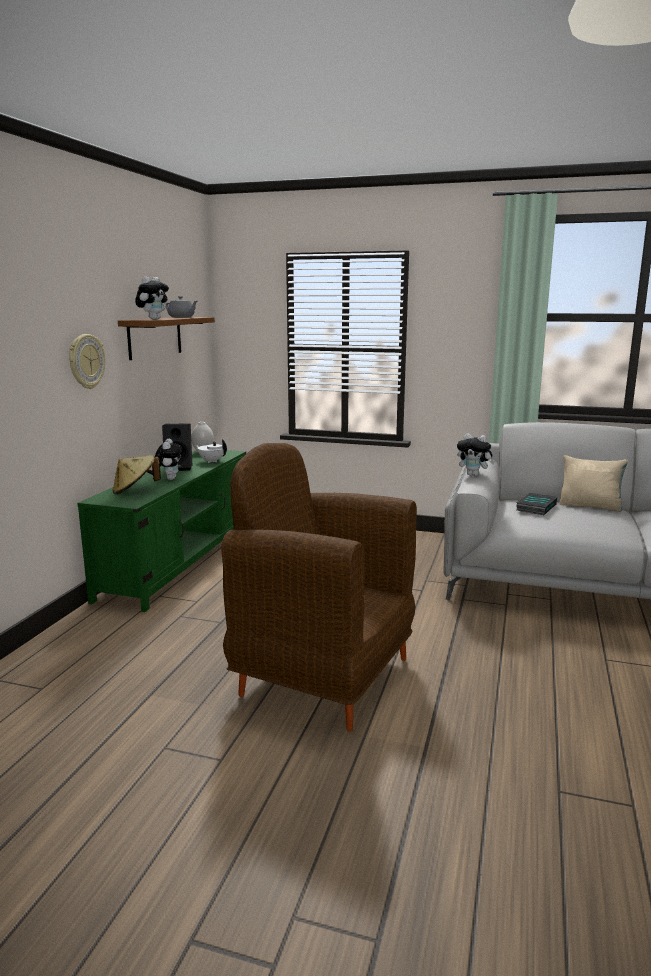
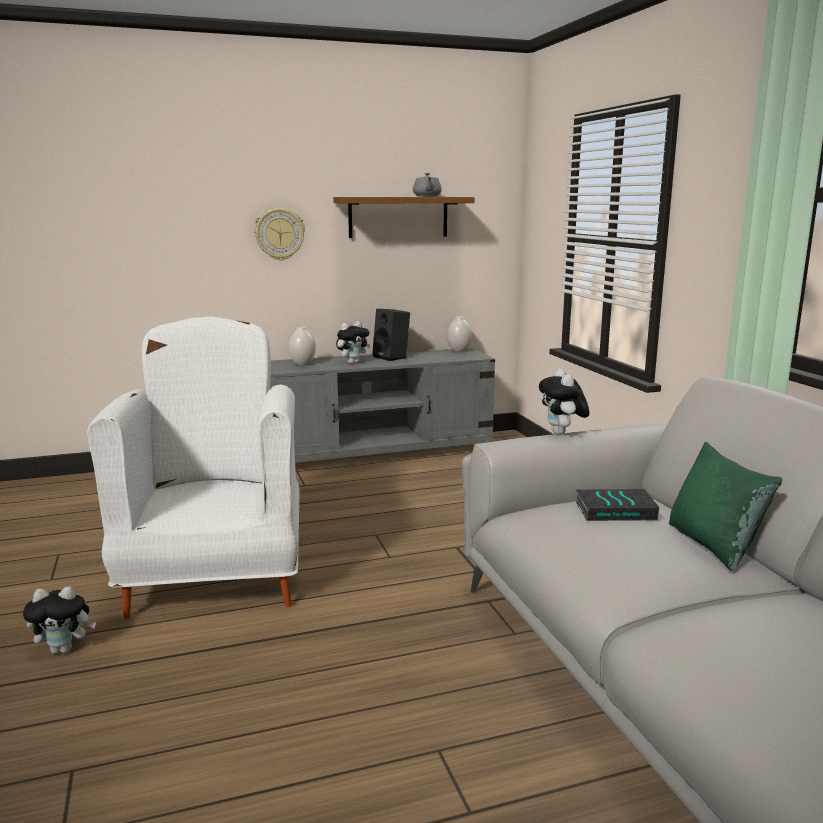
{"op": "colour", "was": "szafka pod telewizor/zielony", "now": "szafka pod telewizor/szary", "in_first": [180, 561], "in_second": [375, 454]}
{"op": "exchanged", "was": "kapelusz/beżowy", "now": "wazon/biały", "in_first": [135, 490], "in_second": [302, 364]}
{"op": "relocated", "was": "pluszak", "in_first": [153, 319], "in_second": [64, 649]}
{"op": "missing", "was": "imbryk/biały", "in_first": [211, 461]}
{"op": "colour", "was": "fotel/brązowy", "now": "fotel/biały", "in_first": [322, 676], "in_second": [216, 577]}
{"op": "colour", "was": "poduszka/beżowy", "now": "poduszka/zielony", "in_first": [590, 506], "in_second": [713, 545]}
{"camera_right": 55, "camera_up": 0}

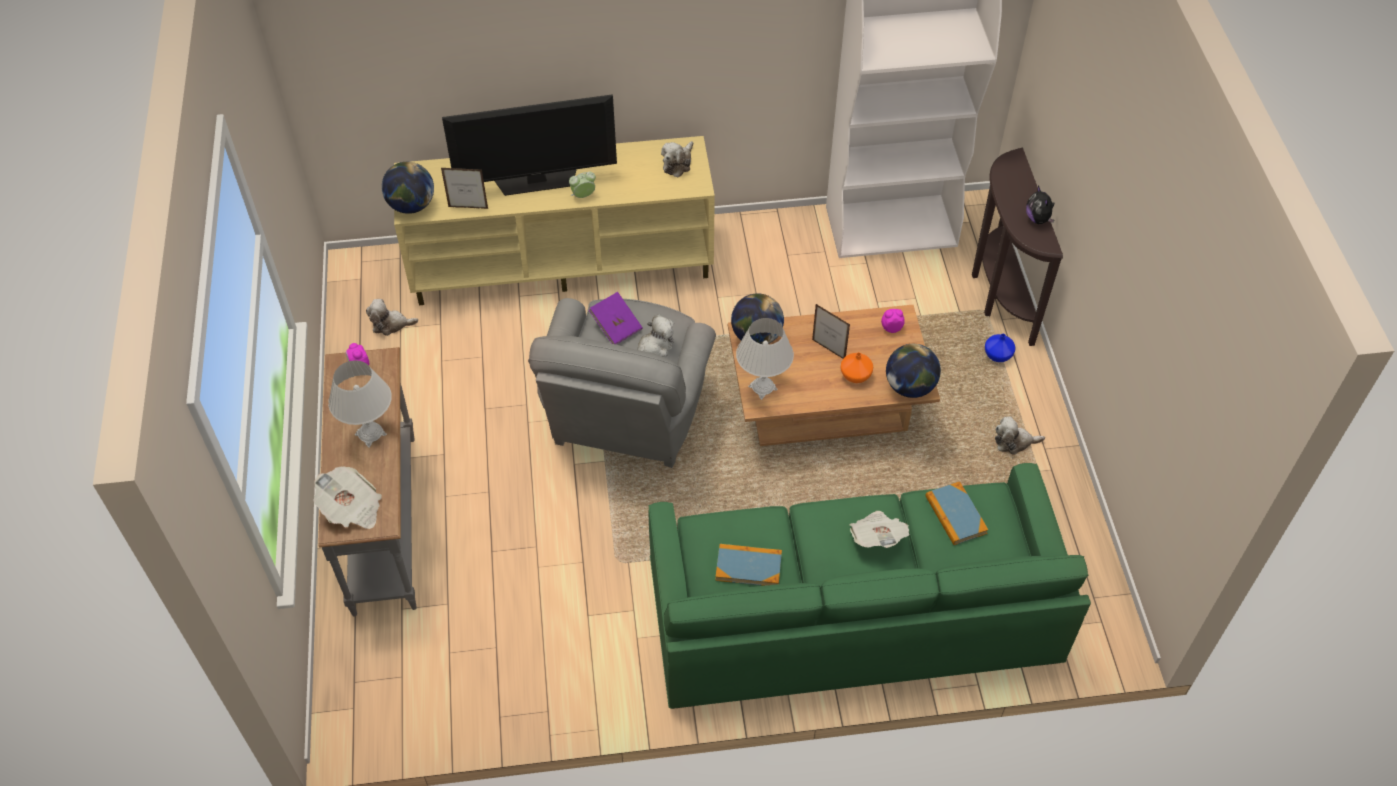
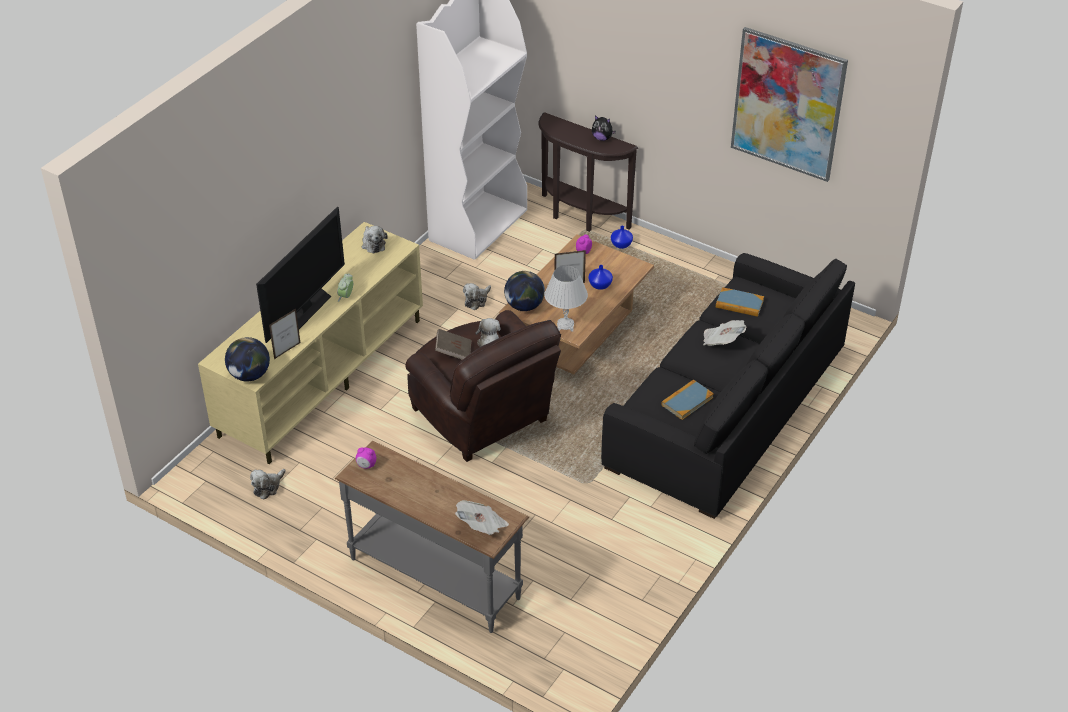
{"op": "missing", "was": "lampa stołowa/biały", "in_first": [370, 434]}
{"op": "colour", "was": "fotel/szary", "now": "fotel/brązowy", "in_first": [627, 417], "in_second": [484, 418]}
{"op": "colour", "was": "książka/fioletowy", "now": "książka/brązowy", "in_first": [616, 326], "in_second": [453, 352]}
{"op": "colour", "was": "kanapa/zielony", "now": "kanapa/czarny", "in_first": [851, 610], "in_second": [726, 406]}
{"op": "colour", "was": "wazon/pomarańczowy", "now": "wazon/niebieski", "in_first": [856, 376], "in_second": [600, 285]}
{"op": "missing", "was": "globus", "in_first": [910, 387]}
{"op": "relocated", "was": "pluszak", "in_first": [1014, 442], "in_second": [476, 300]}
{"op": "appeared", "now": "obraz", "in_second": [787, 104]}
{"camera_right": -50, "camera_up": -10}

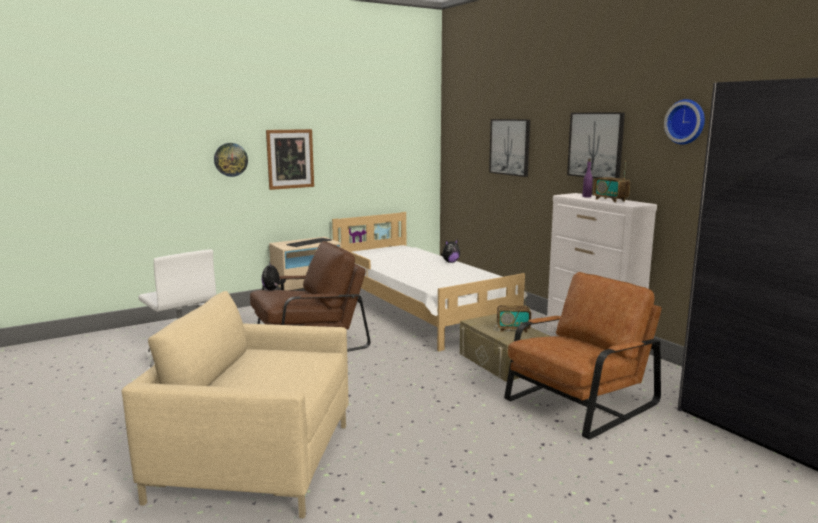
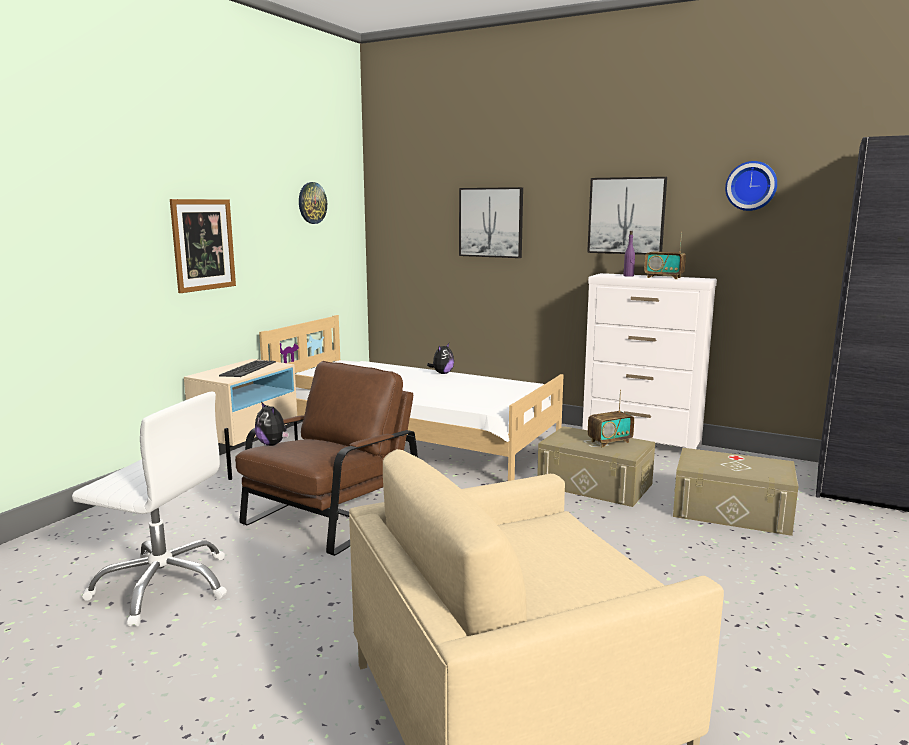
{"op": "relocated", "was": "zegar ścienny", "in_first": [230, 159], "in_second": [312, 203]}
{"op": "exchanged", "was": "fotel/brązowy", "now": "pojemnik do przechowywania/beżowy", "in_first": [579, 402], "in_second": [731, 511]}
{"camera_right": -30, "camera_up": 0}

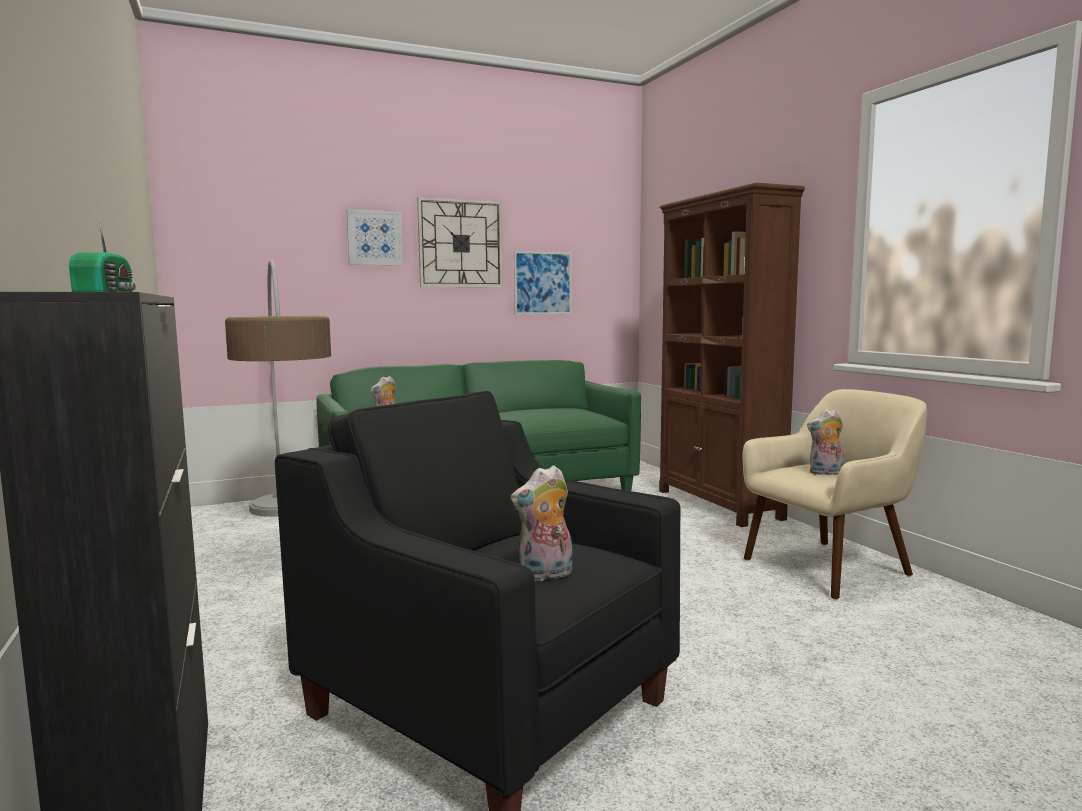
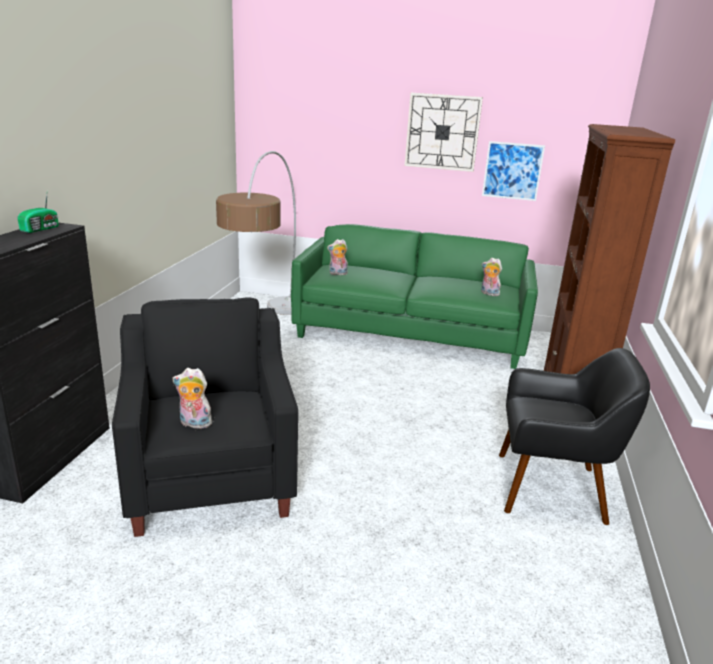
{"op": "missing", "was": "obraz", "in_first": [374, 238]}
{"op": "colour", "was": "fotel/beżowy", "now": "fotel/czarny", "in_first": [829, 567], "in_second": [552, 489]}
{"op": "relocated", "was": "pluszak", "in_first": [825, 473], "in_second": [489, 293]}
{"camera_right": 35, "camera_up": 15}

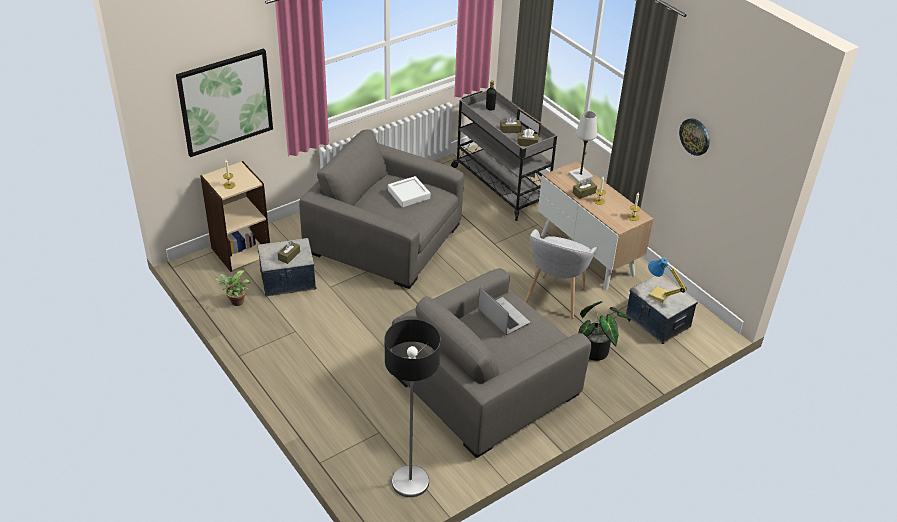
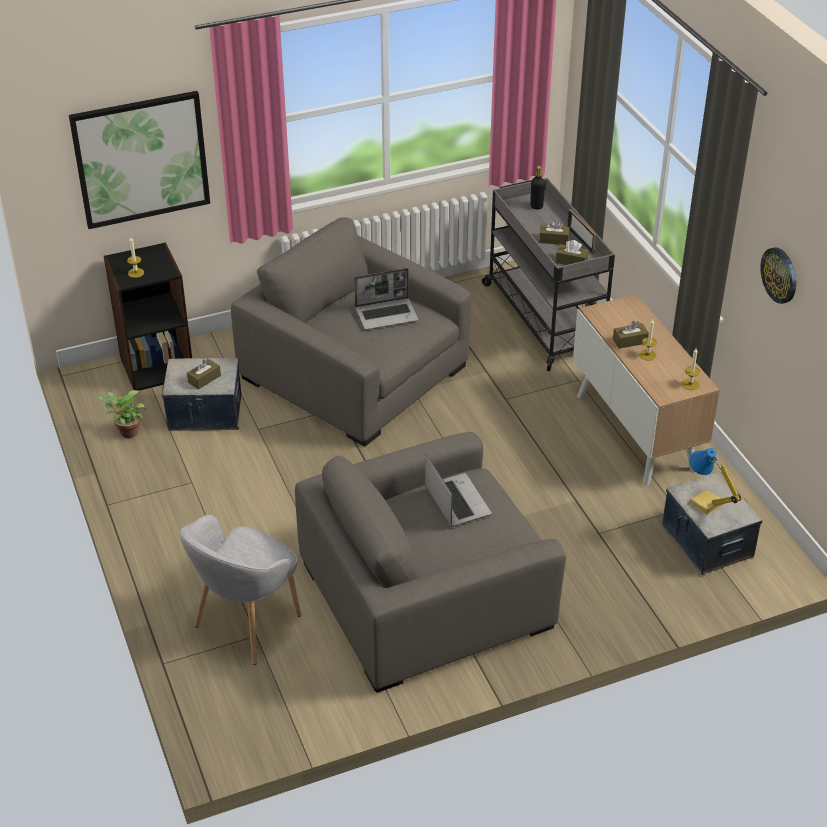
{"op": "colour", "was": "regał/beżowy", "now": "regał/czarny", "in_first": [241, 251], "in_second": [156, 366]}
{"op": "missing", "was": "lampa stojąca", "in_first": [410, 482]}
{"op": "exchanged", "was": "taca/biały", "now": "laptop", "in_first": [409, 194], "in_second": [387, 314]}
{"op": "relocated", "was": "fotel/szary", "in_first": [555, 298], "in_second": [246, 624]}
{"op": "missing", "was": "lampa stołowa/biały", "in_first": [580, 176]}
{"op": "missing", "was": "roślina doniczkowa", "in_first": [598, 351]}
{"camera_right": 15, "camera_up": 0}

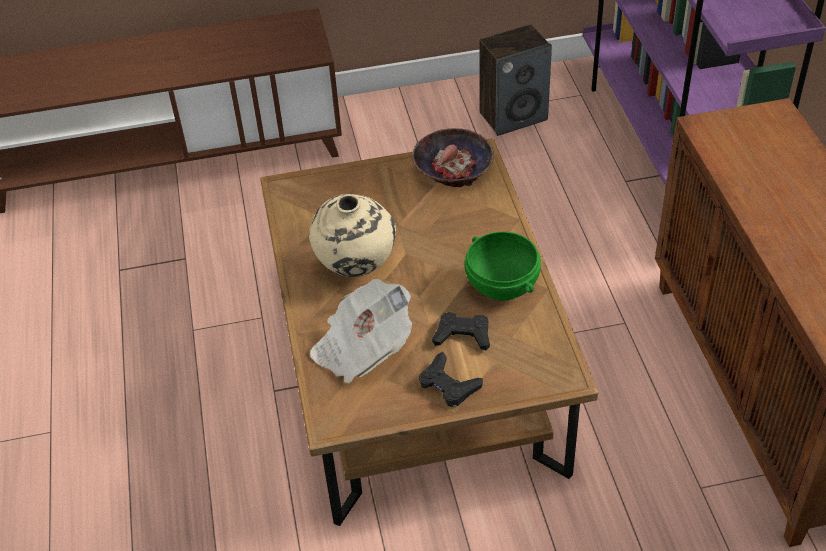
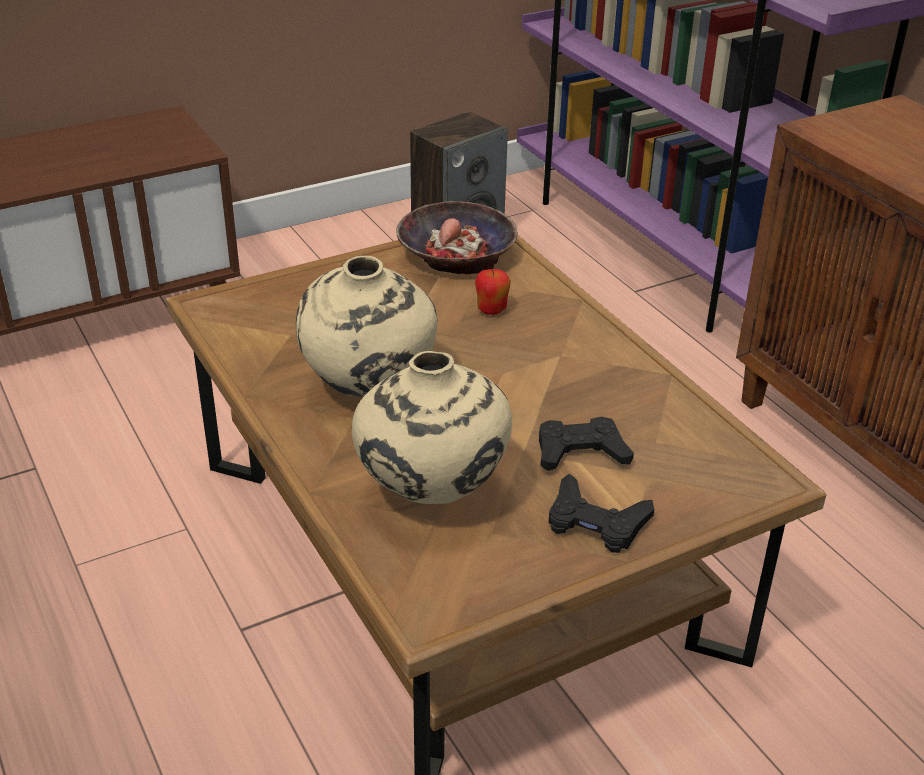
{"op": "exchanged", "was": "gazeta", "now": "wazon/beżowy", "in_first": [362, 348], "in_second": [431, 495]}
{"op": "missing", "was": "miska/zielony", "in_first": [503, 285]}
{"op": "appeared", "now": "jabłko", "in_second": [491, 310]}
{"camera_right": -20, "camera_up": -10}

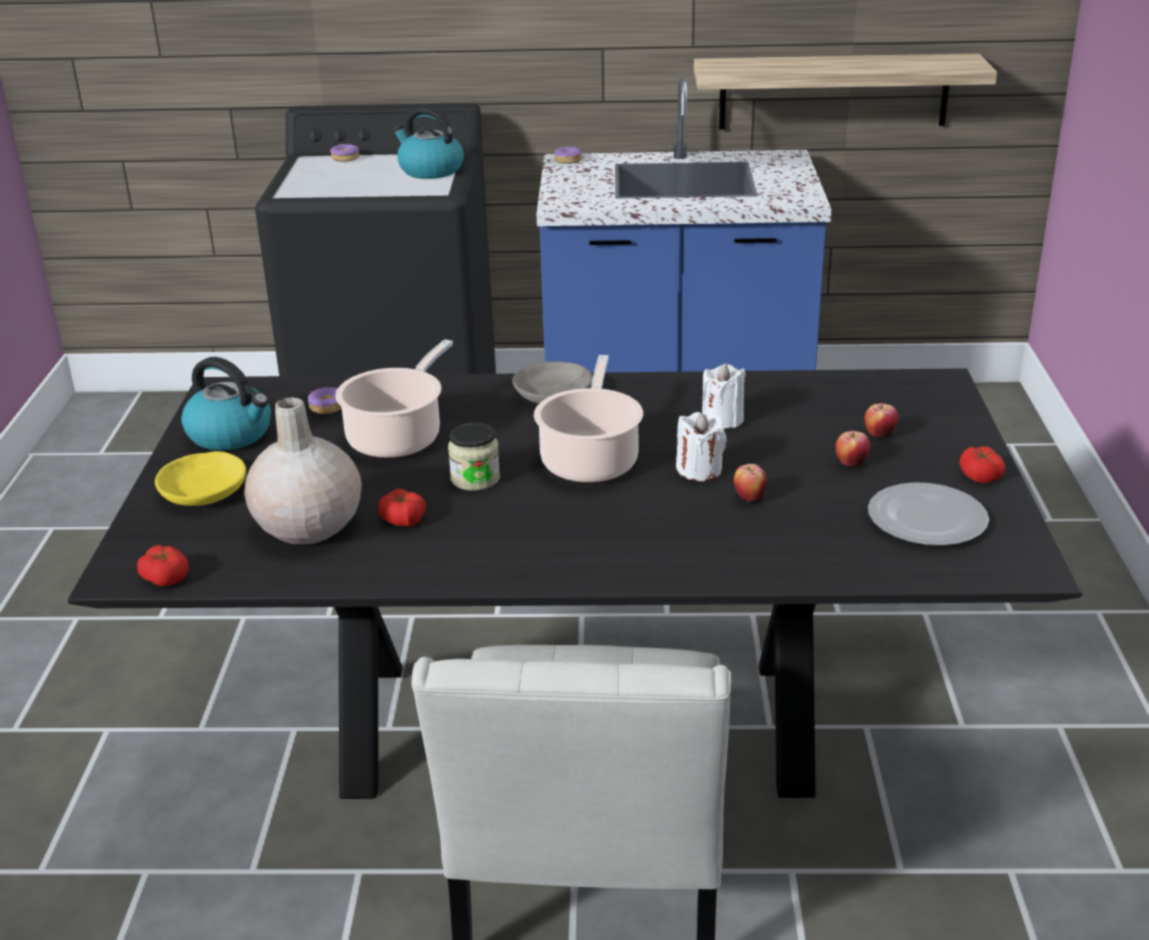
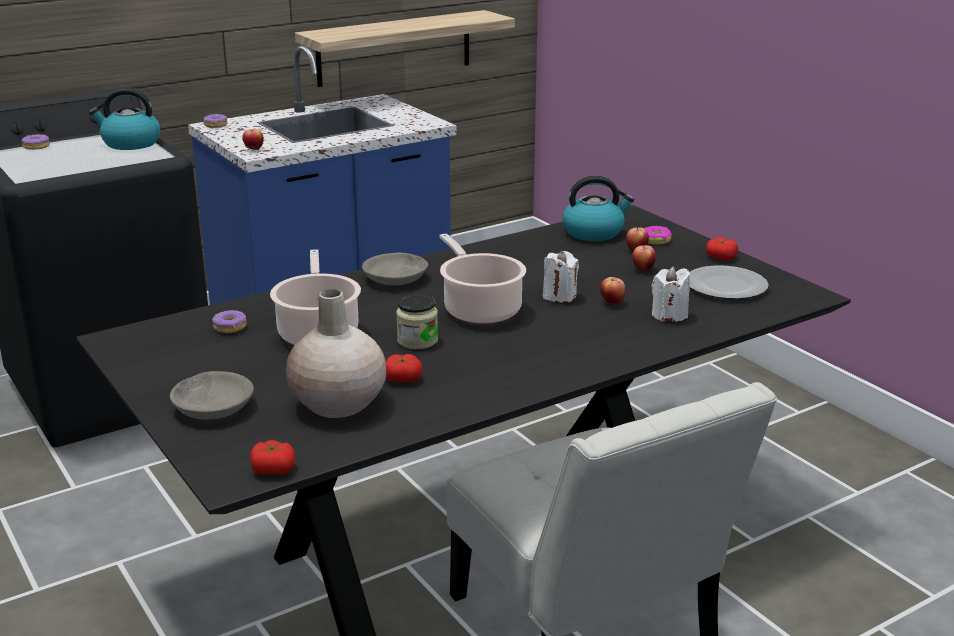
{"op": "colour", "was": "miska/żółty", "now": "miska/szary", "in_first": [204, 491], "in_second": [213, 406]}
{"op": "relocated", "was": "czajnik", "in_first": [231, 434], "in_second": [594, 232]}
{"op": "relocated", "was": "świeca/biały", "in_first": [722, 419], "in_second": [669, 315]}
{"op": "appeared", "now": "jabłko", "in_second": [254, 149]}
{"op": "appeared", "now": "donut", "in_second": [656, 240]}
{"camera_right": -35, "camera_up": -5}

